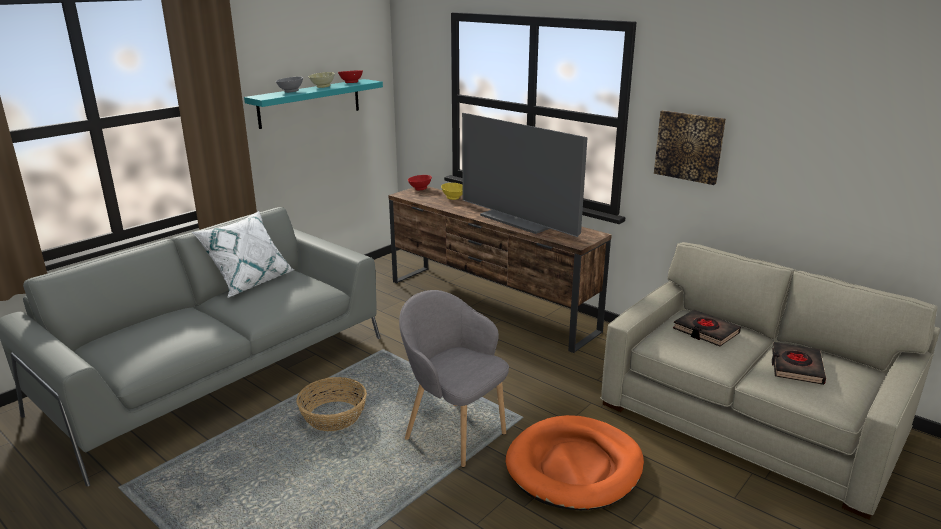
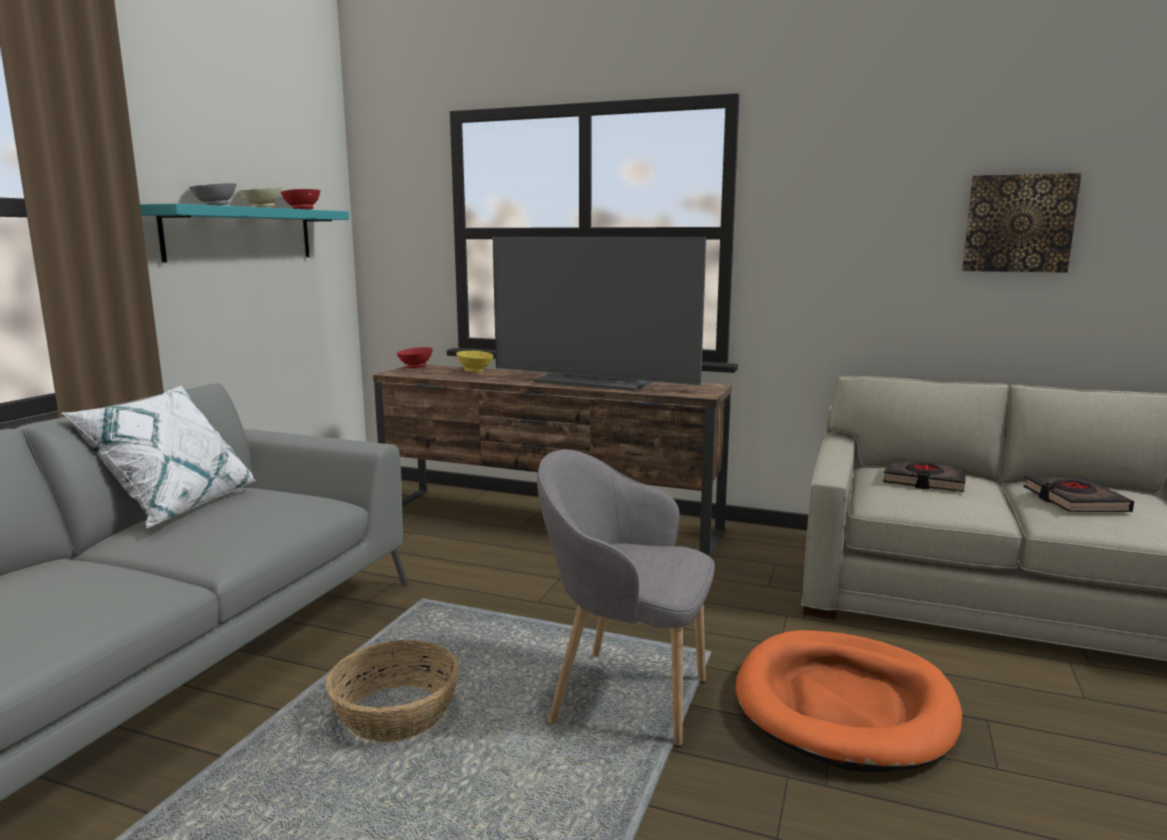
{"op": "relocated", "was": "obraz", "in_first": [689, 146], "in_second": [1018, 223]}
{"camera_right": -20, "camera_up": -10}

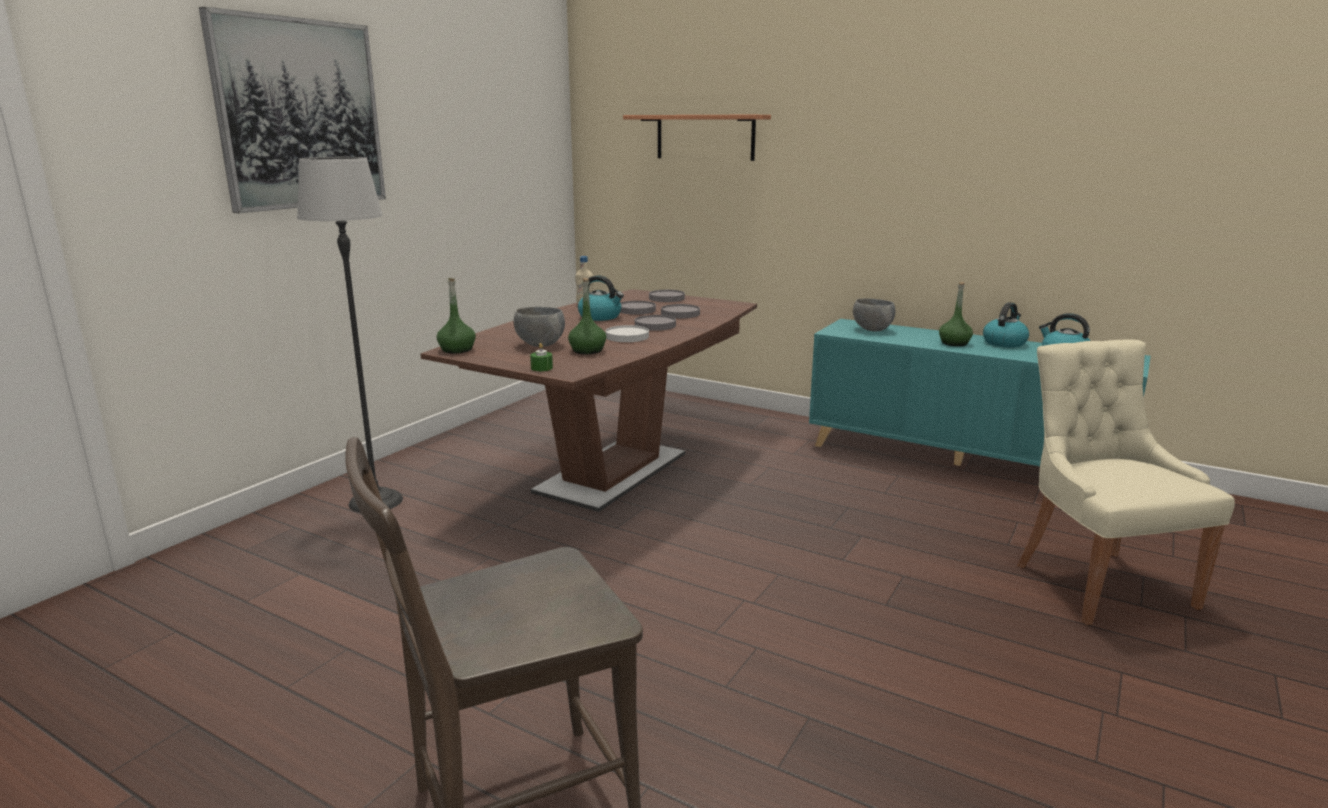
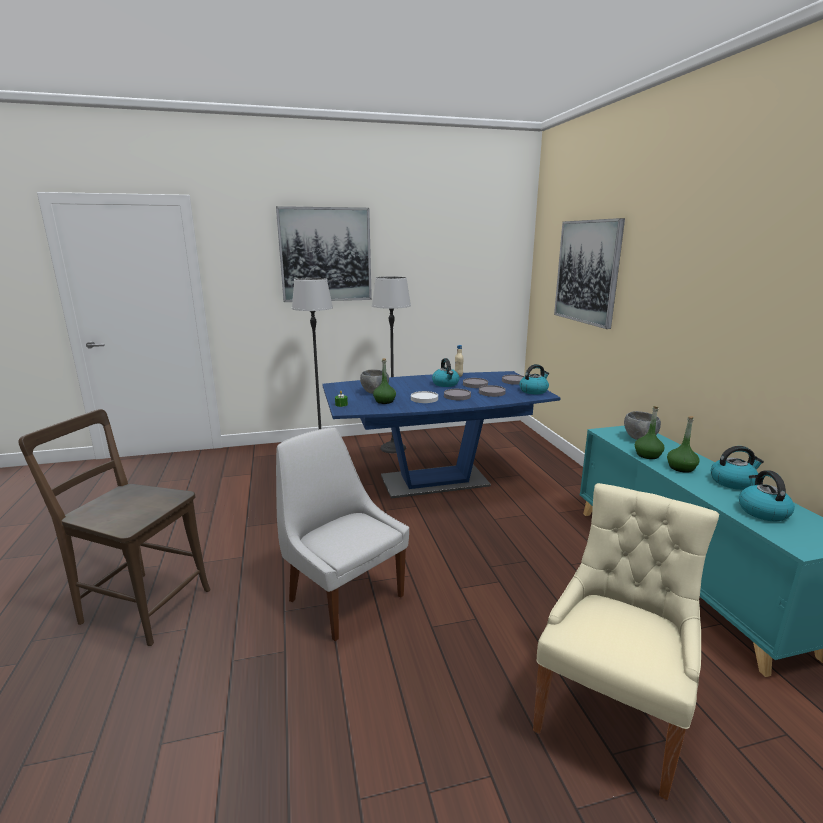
{"op": "colour", "was": "stół jadalny/brązowy", "now": "stół jadalny/niebieski", "in_first": [612, 473], "in_second": [434, 481]}
{"op": "relocated", "was": "butelka/zielony", "in_first": [457, 350], "in_second": [647, 455]}
{"op": "exchanged", "was": "półka", "now": "obraz", "in_first": [705, 137], "in_second": [587, 272]}
{"op": "appeared", "now": "krzesło/biały", "in_second": [343, 596]}
{"op": "appeared", "now": "lampa stojąca", "in_second": [393, 448]}
{"op": "appeared", "now": "czajnik", "in_second": [533, 391]}
{"camera_right": 45, "camera_up": 0}

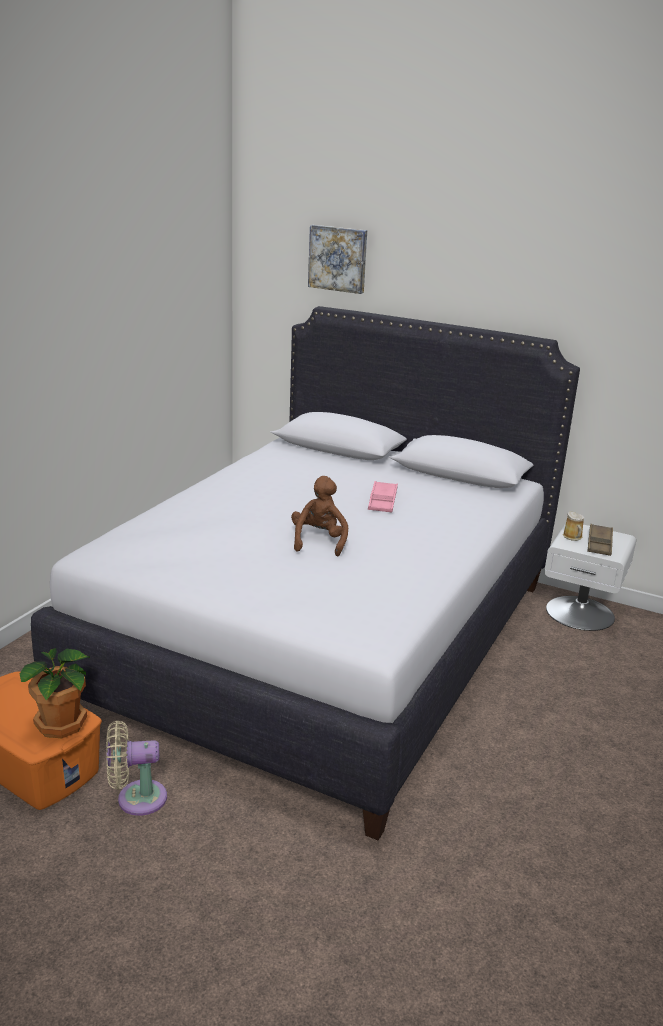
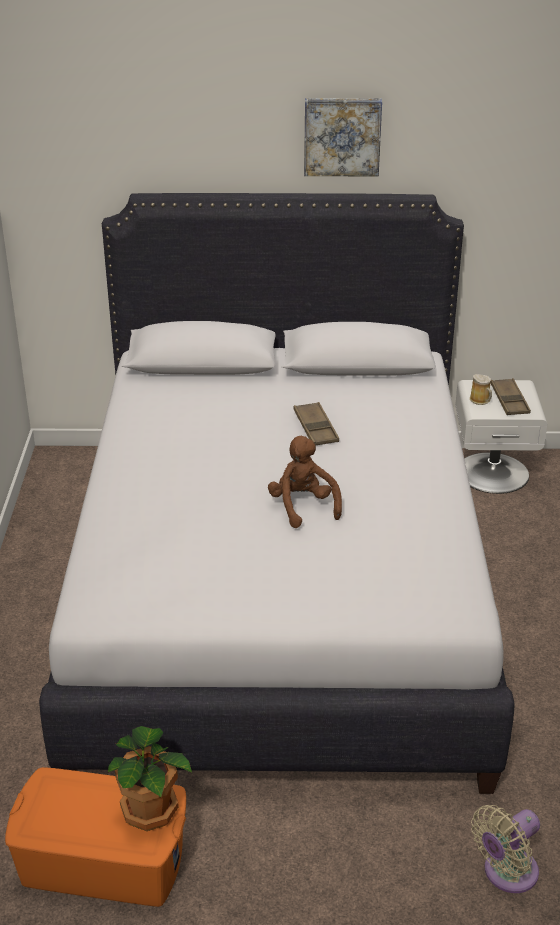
{"op": "relocated", "was": "wentylator/beżowy", "in_first": [136, 798], "in_second": [506, 873]}
{"op": "relocated", "was": "obraz", "in_first": [338, 258], "in_second": [342, 136]}
{"op": "colour", "was": "taca/różowy", "now": "taca/brązowy", "in_first": [382, 501], "in_second": [315, 428]}
{"camera_right": -25, "camera_up": 10}

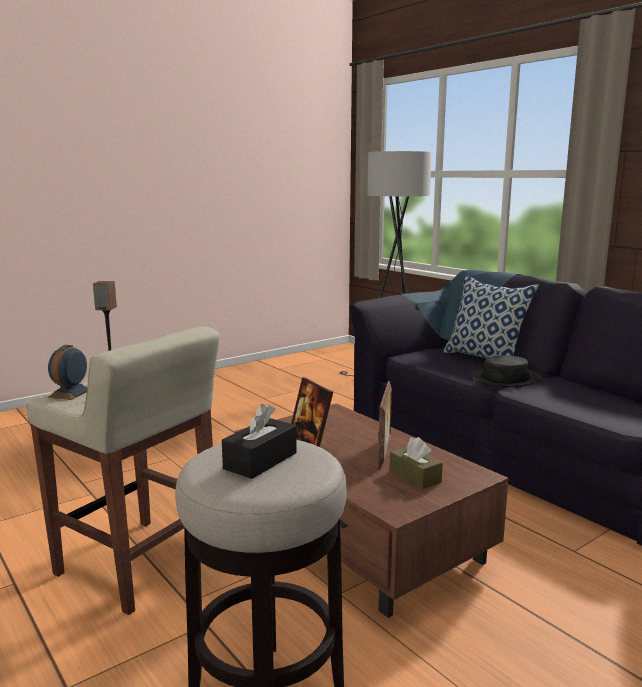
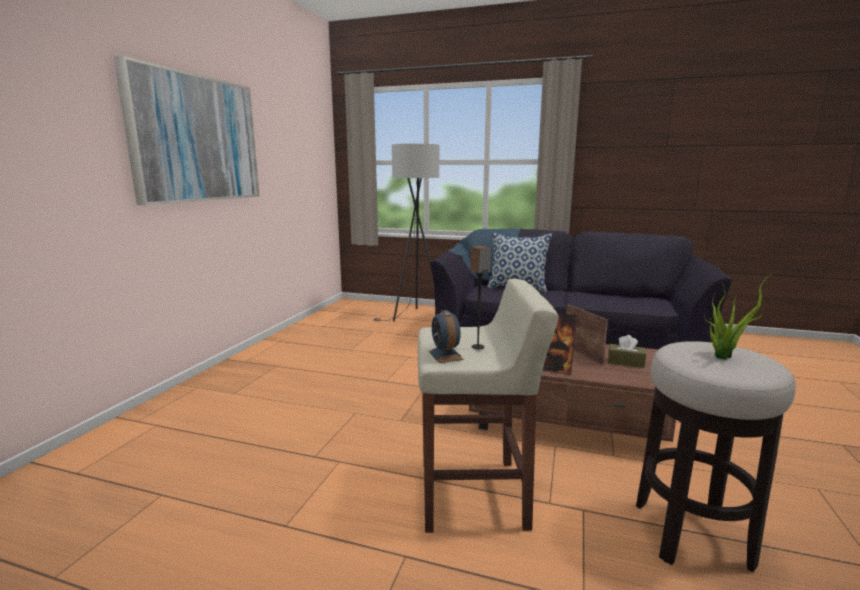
{"op": "exchanged", "was": "pudełko chusteczek/czarny", "now": "roślina doniczkowa", "in_first": [260, 461], "in_second": [722, 356]}
{"op": "missing", "was": "kapelusz/czarny", "in_first": [505, 378]}
{"op": "appeared", "now": "obraz", "in_second": [196, 139]}
{"camera_right": -35, "camera_up": 0}

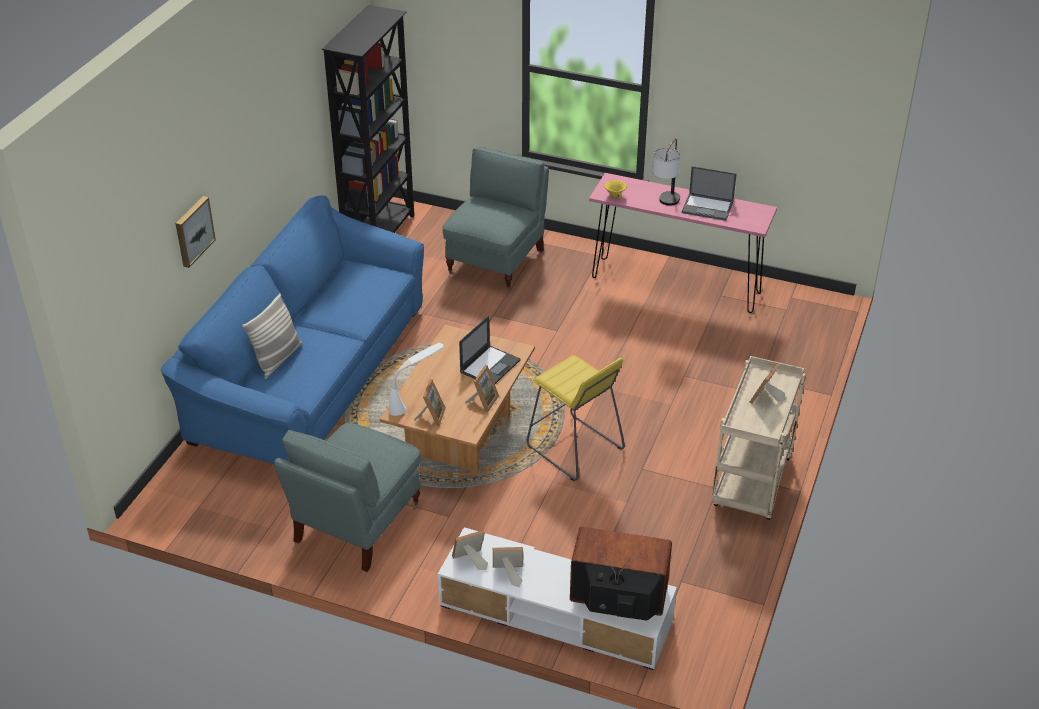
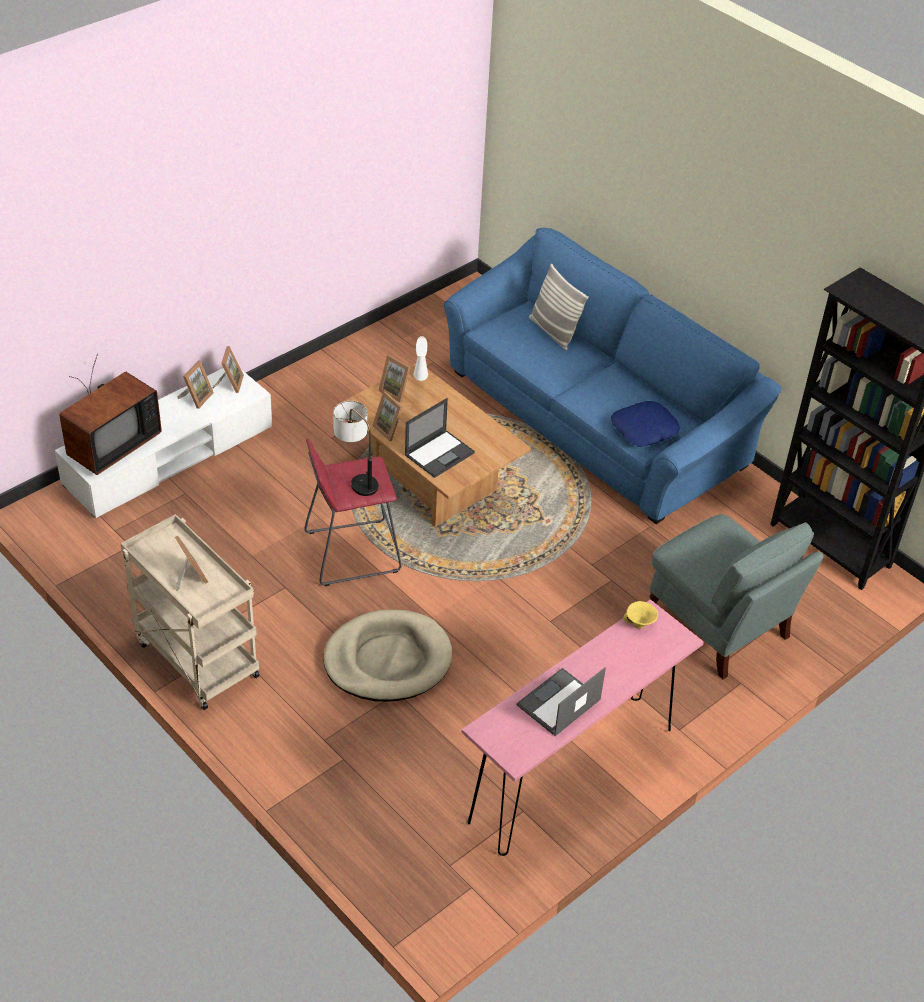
{"op": "missing", "was": "obraz", "in_first": [193, 231]}
{"op": "missing", "was": "fotel/szary", "in_first": [356, 524]}
{"op": "spun", "was": "laptop", "in_first": [490, 366], "in_second": [440, 453], "clockwise": -105}
{"op": "colour", "was": "stołek/żółty", "now": "stołek/czerwony", "in_first": [575, 448], "in_second": [352, 552]}
{"op": "relocated", "was": "lampa stołowa", "in_first": [665, 205], "in_second": [356, 477]}
{"op": "appeared", "now": "legowisko/beżowy", "in_second": [387, 660]}
{"op": "appeared", "now": "poduszka/niebieski", "in_second": [644, 430]}
{"camera_right": 115, "camera_up": 5}

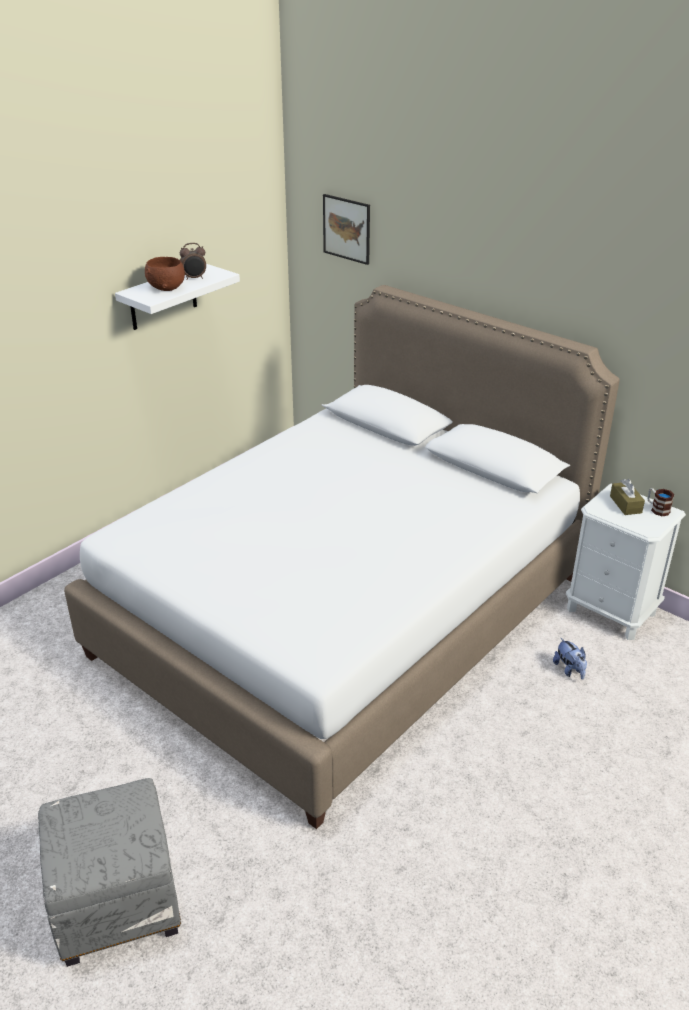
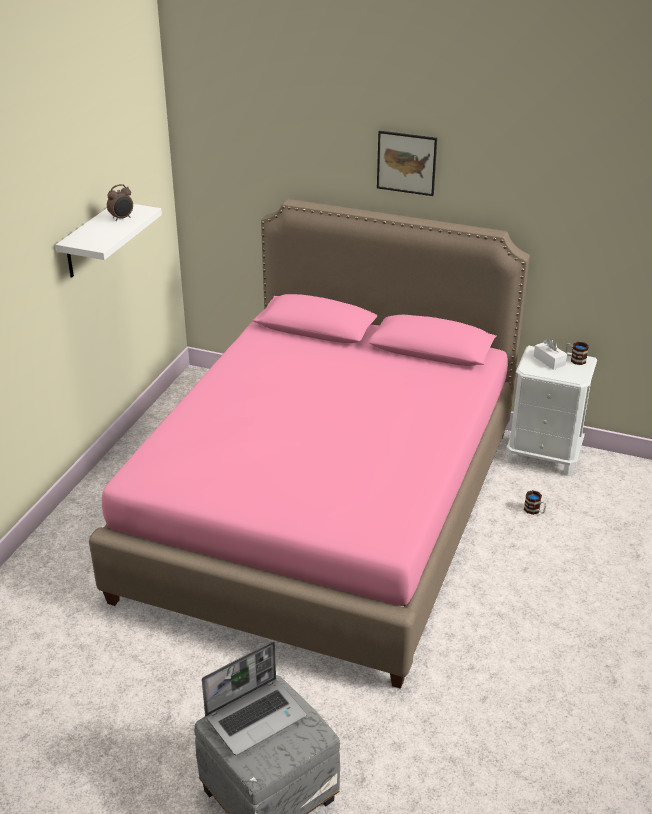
{"op": "colour", "was": "łóżko/biały", "now": "łóżko/różowy", "in_first": [344, 615], "in_second": [326, 510]}
{"op": "missing", "was": "miska/brązowy", "in_first": [167, 288]}
{"op": "relocated", "was": "obraz", "in_first": [347, 229], "in_second": [406, 163]}
{"op": "exchanged", "was": "pluszak", "now": "kubek", "in_first": [569, 670], "in_second": [534, 511]}
{"op": "colour", "was": "pudełko chusteczek/brązowy", "now": "pudełko chusteczek/biały", "in_first": [625, 504], "in_second": [549, 361]}
{"op": "appeared", "now": "laptop", "in_second": [256, 716]}
{"camera_right": -20, "camera_up": 0}

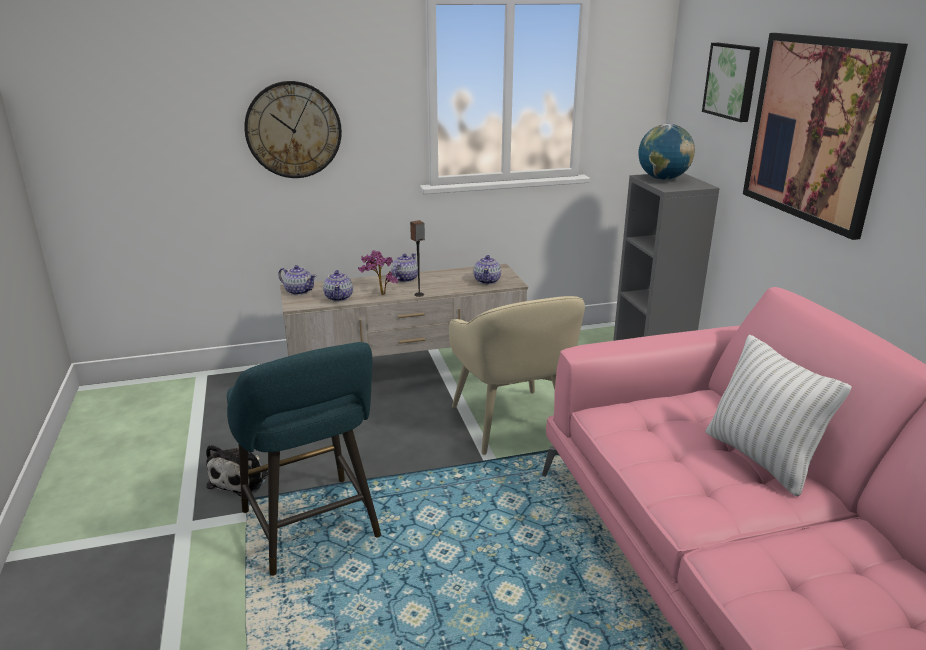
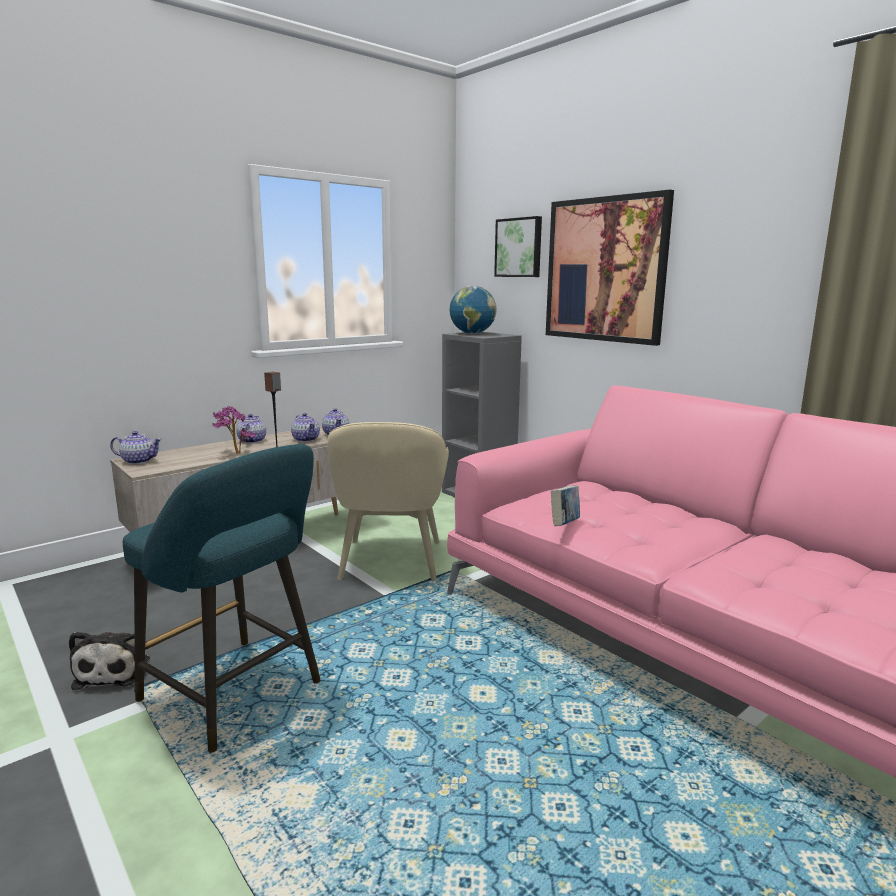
{"op": "missing", "was": "zegar ścienny", "in_first": [293, 130]}
{"op": "relocated", "was": "imbryk", "in_first": [339, 297], "in_second": [306, 439]}
{"op": "spun", "was": "fotel/beżowy", "in_first": [511, 422], "in_second": [391, 561], "clockwise": 45}
{"op": "missing", "was": "poduszka/biały", "in_first": [760, 458]}
{"op": "appeared", "now": "książka", "in_second": [564, 525]}
{"camera_right": -25, "camera_up": -10}

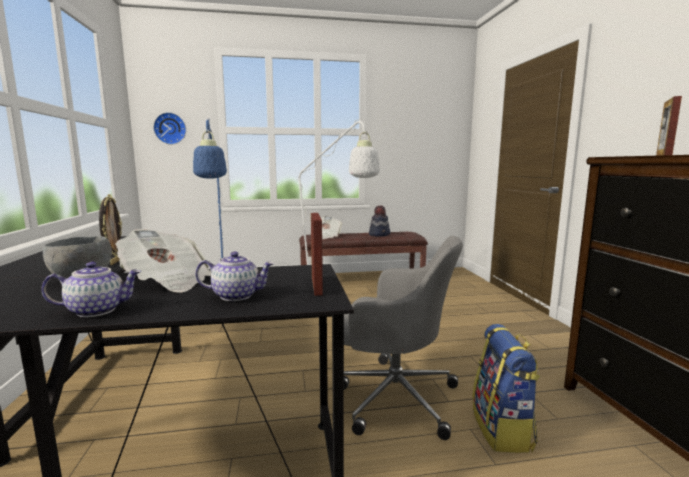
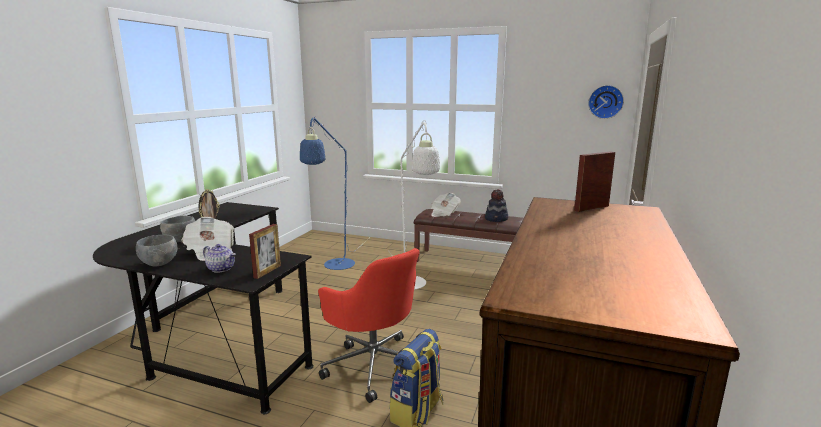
{"op": "exchanged", "was": "imbryk", "now": "miska/szary", "in_first": [98, 310], "in_second": [159, 263]}
{"op": "relocated", "was": "zegar ścienny", "in_first": [170, 128], "in_second": [605, 102]}
{"op": "colour", "was": "krzesło biurowe/szary", "now": "krzesło biurowe/czerwony", "in_first": [393, 396], "in_second": [374, 364]}
{"camera_right": 30, "camera_up": 5}

